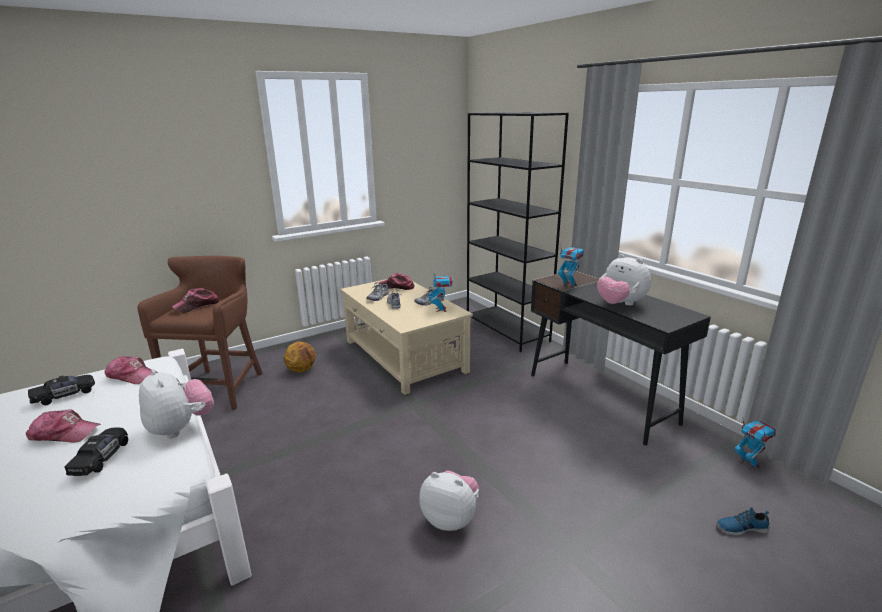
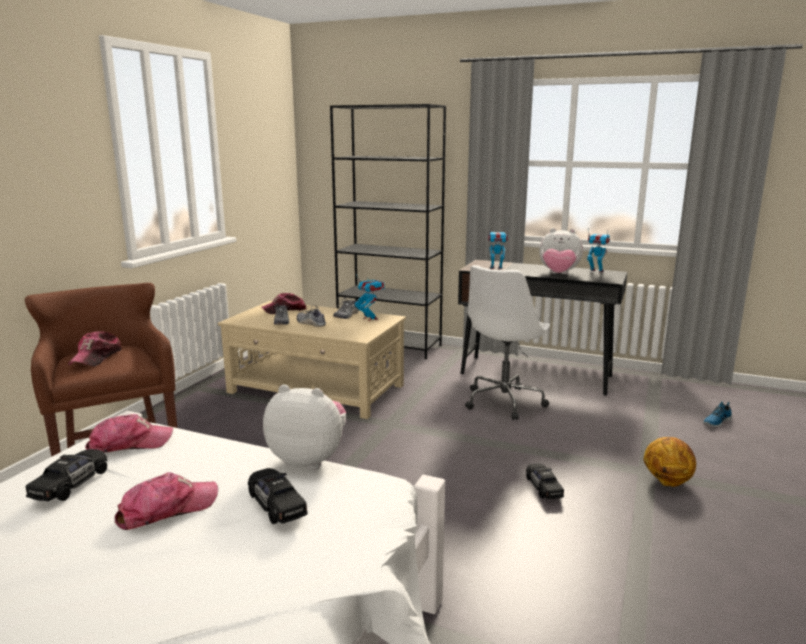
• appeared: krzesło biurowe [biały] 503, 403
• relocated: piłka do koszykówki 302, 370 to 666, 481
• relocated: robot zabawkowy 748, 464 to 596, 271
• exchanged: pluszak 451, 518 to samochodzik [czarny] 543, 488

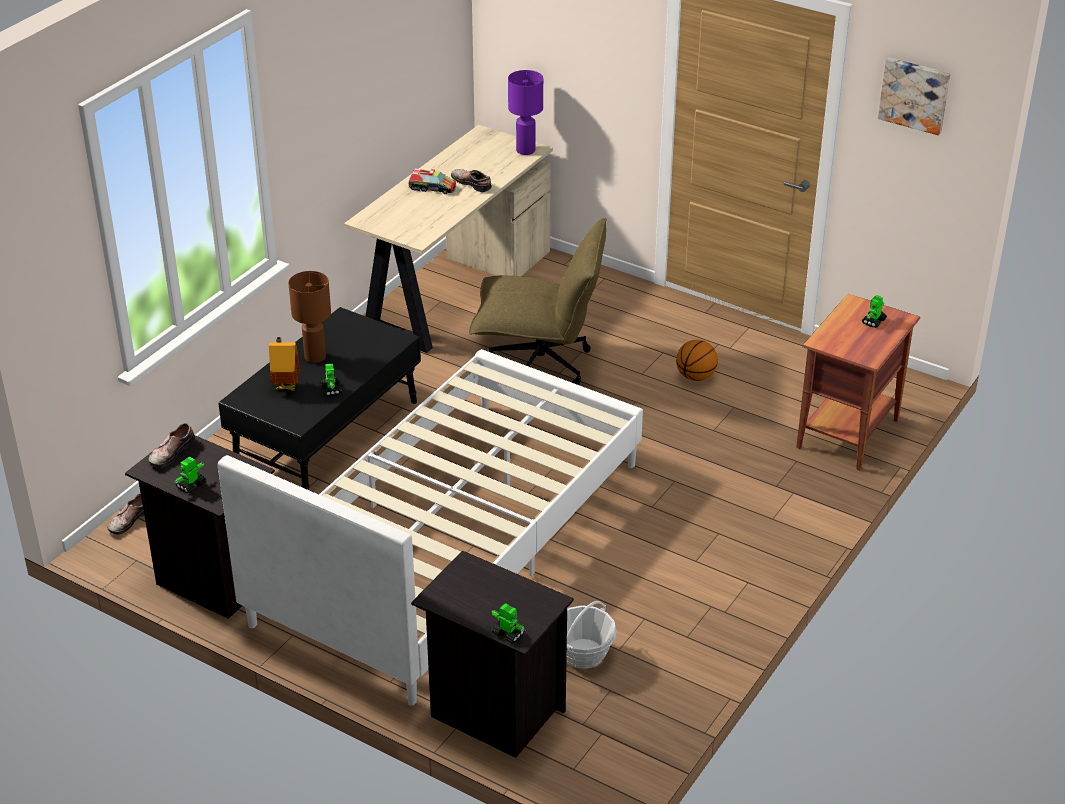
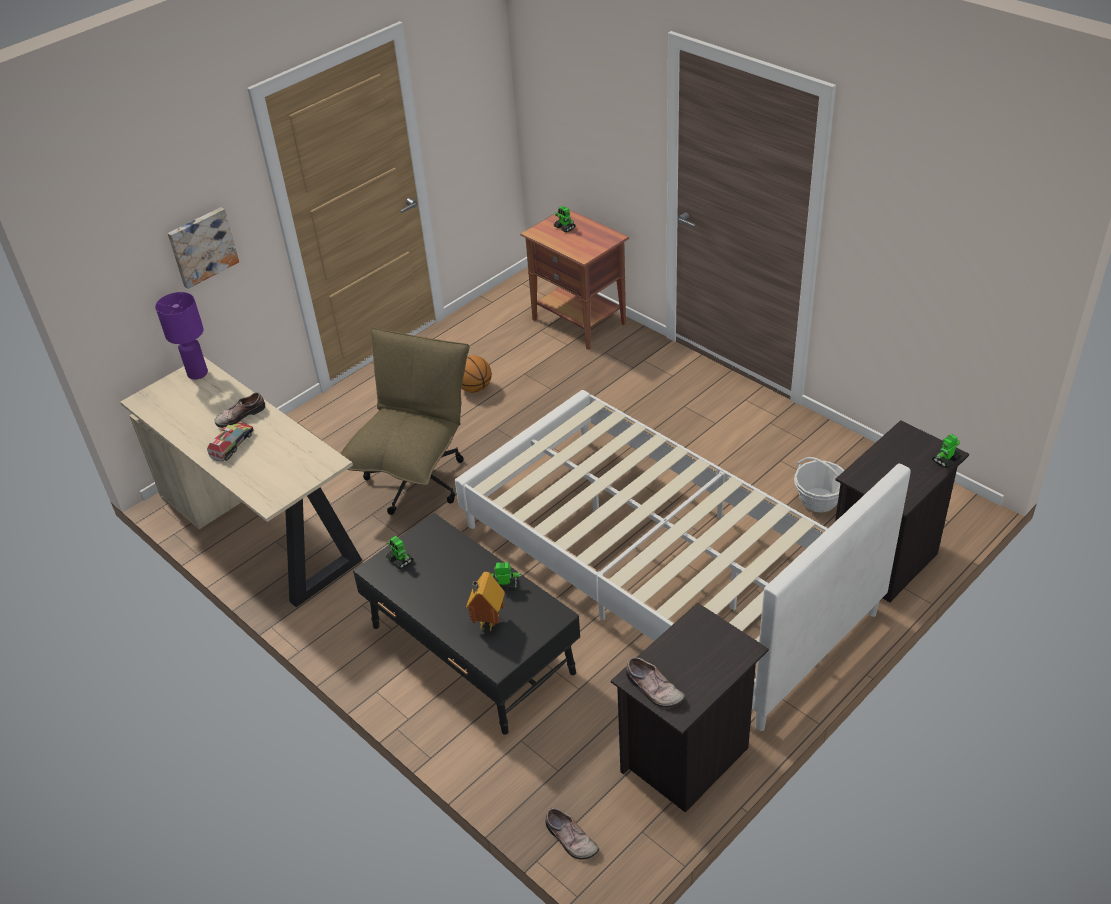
• missing: lampa stołowa [brązowy] 315, 357
• relocated: robot zabawkowy 191, 485 to 400, 560
• relocated: obraz 915, 94 to 202, 246

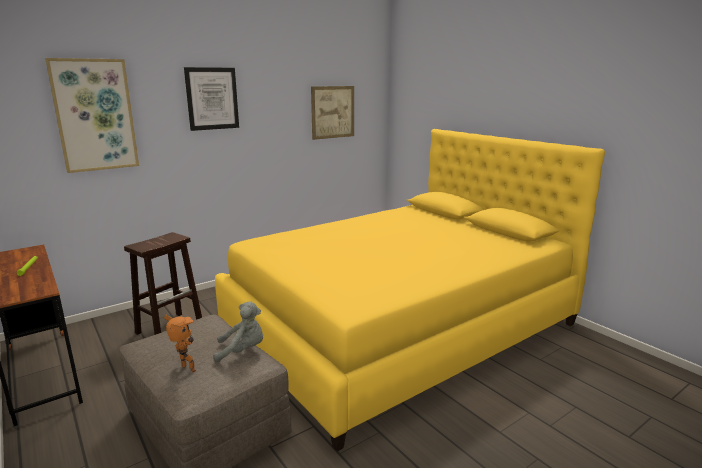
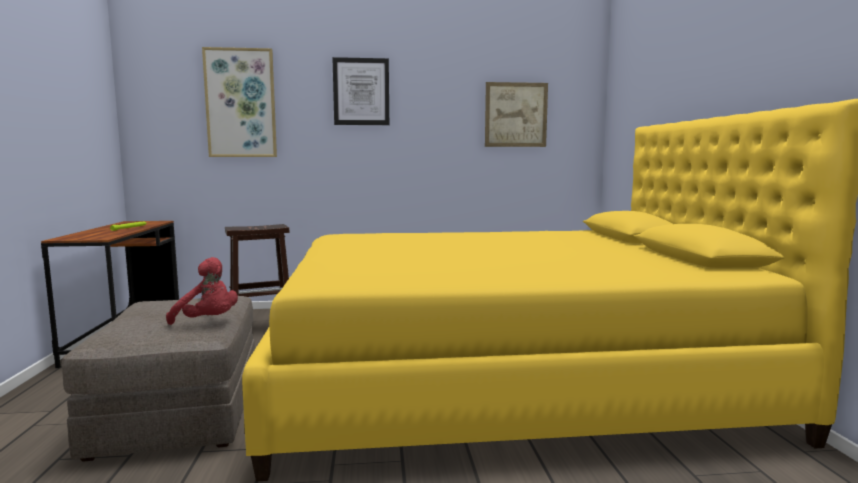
• missing: robot zabawkowy 186, 370
• colour: pluszak [szary] 243, 351 to pluszak [czerwony] 208, 322

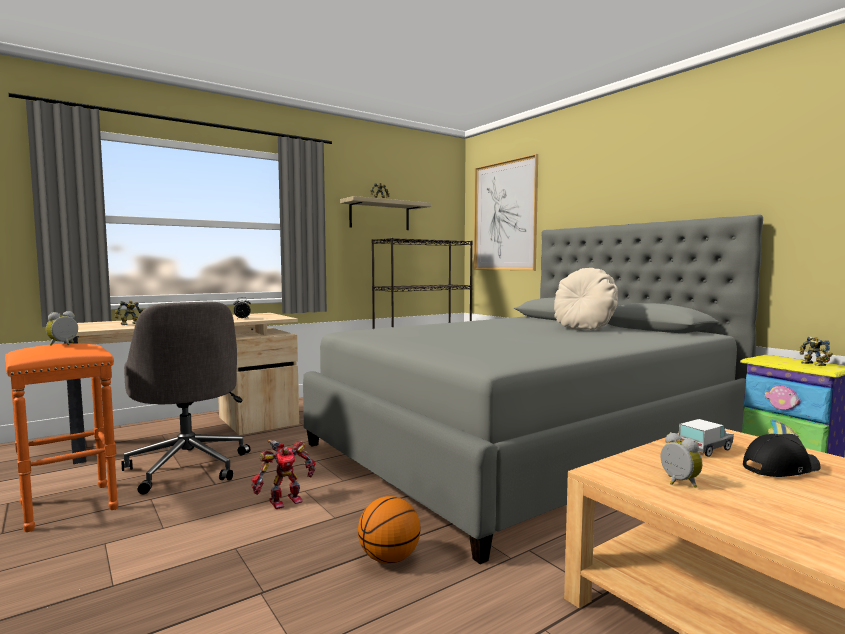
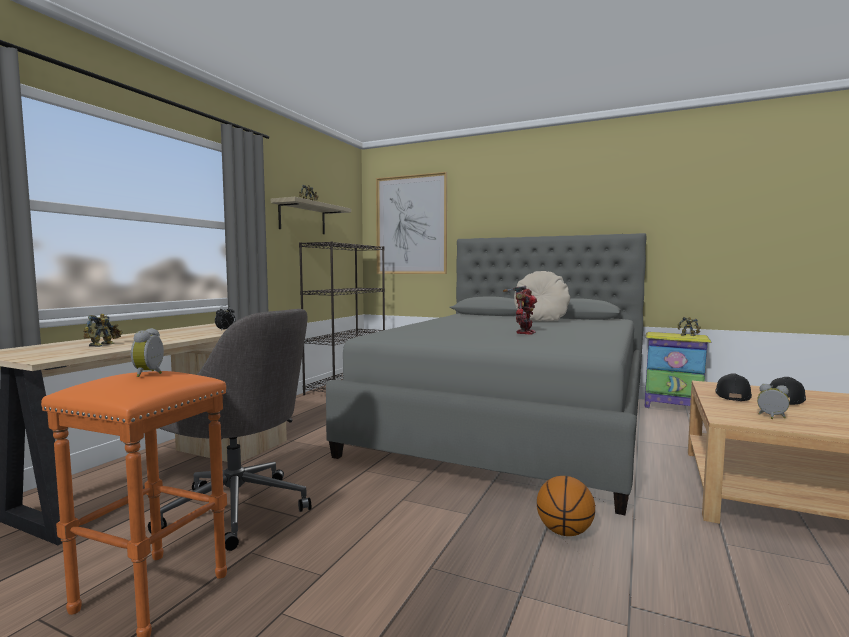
• relocated: robot zabawkowy 284, 500 to 524, 332
• exchanged: ciężarówka zabawkowa 705, 449 to czapka z daszkiem [czarny] 732, 395

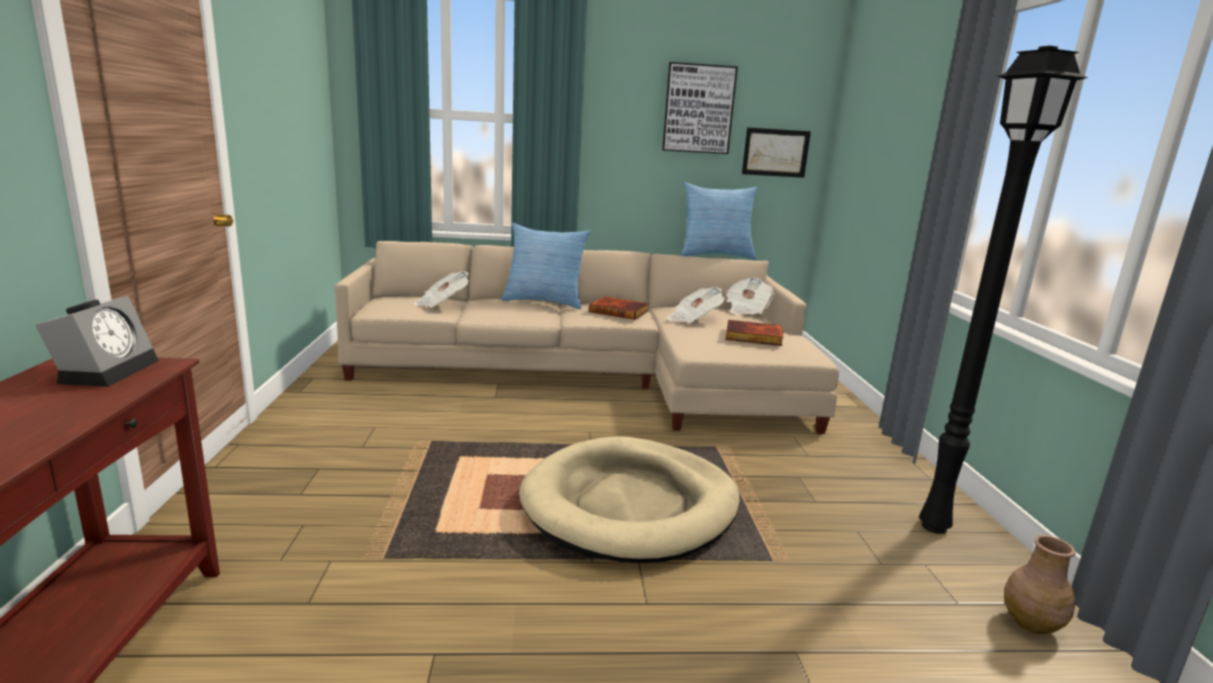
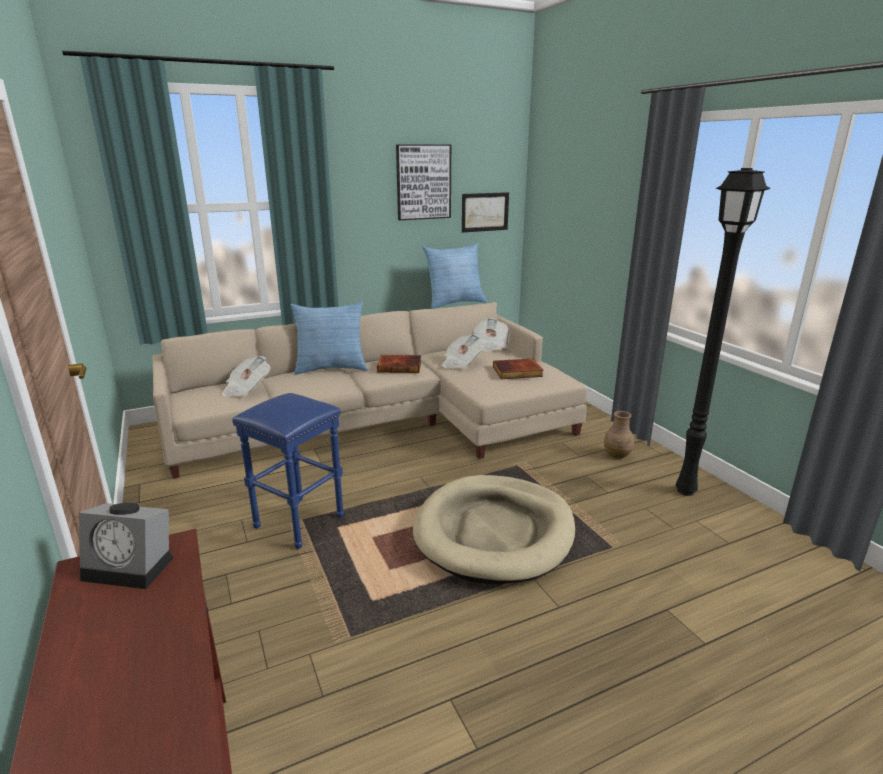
• appeared: stołek [niebieski] 299, 522
• relocated: wazon [brązowy] 1032, 624 to 617, 455
• spun: budzik 107, 370 = 133, 566 120 degrees clockwise

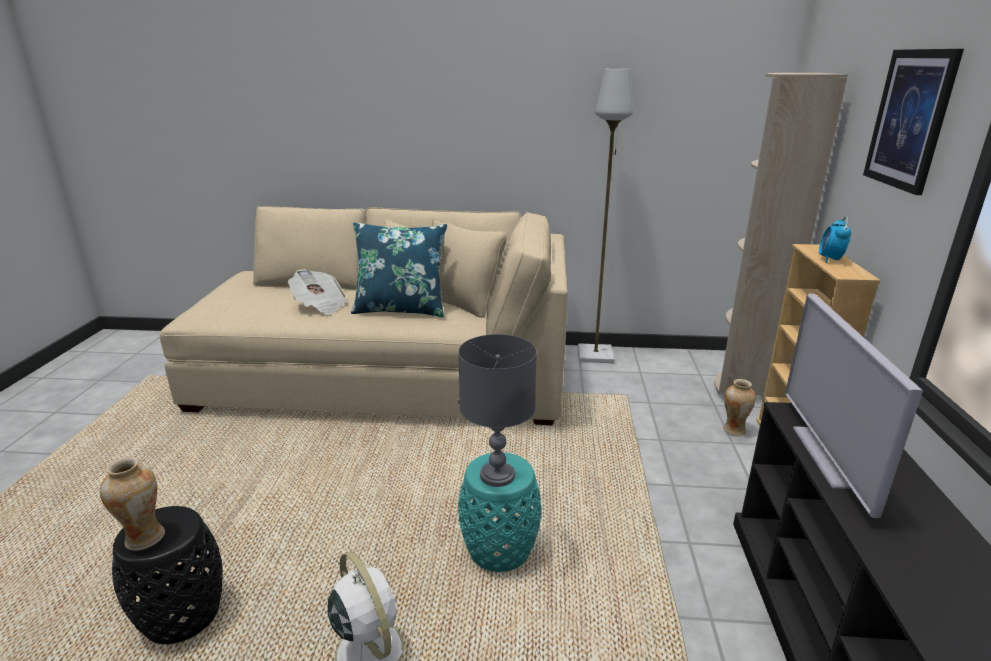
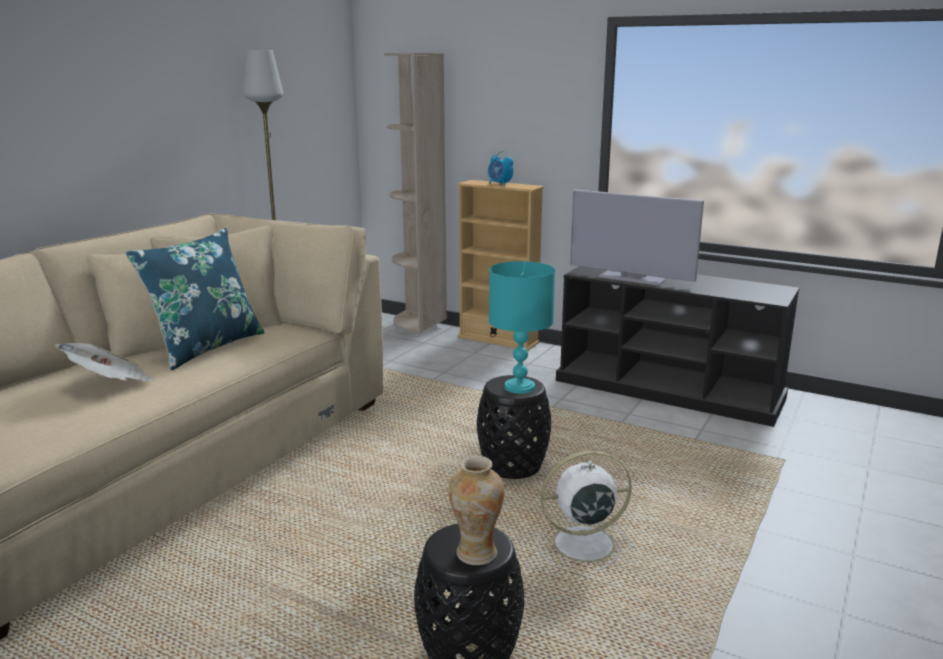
• missing: wazon 733, 430
• missing: obraz 910, 119
• colour: lampa stołowa [szary] 496, 475 to lampa stołowa [turkusowy] 519, 387
• colour: stołek [turkusowy] 499, 550 to stołek [czarny] 513, 466

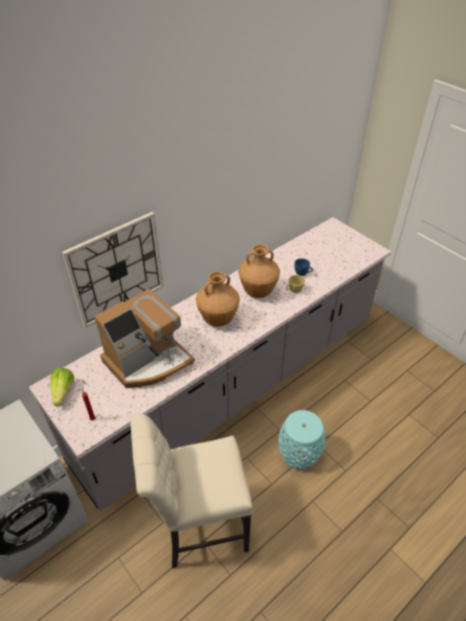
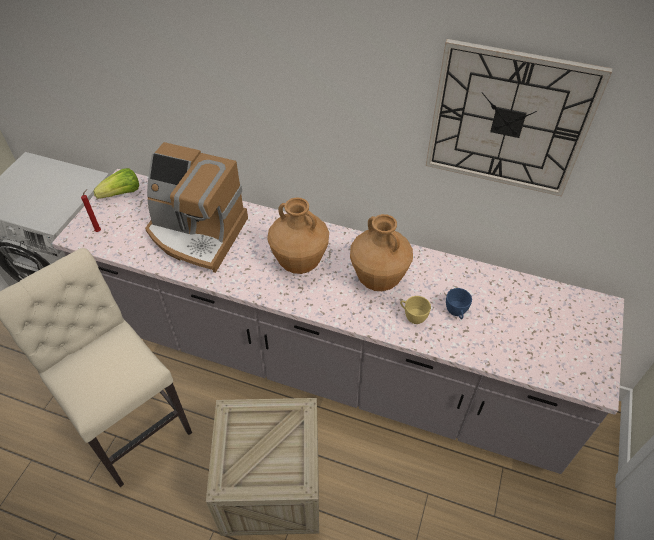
• relocated: zegar ścienny 116, 270 to 508, 120
• exchanged: stołek [turkusowy] 299, 454 to skrzynka 271, 485

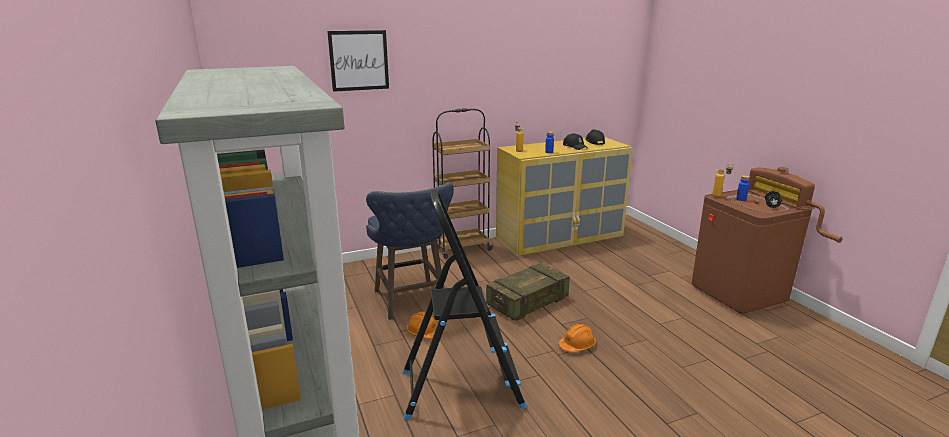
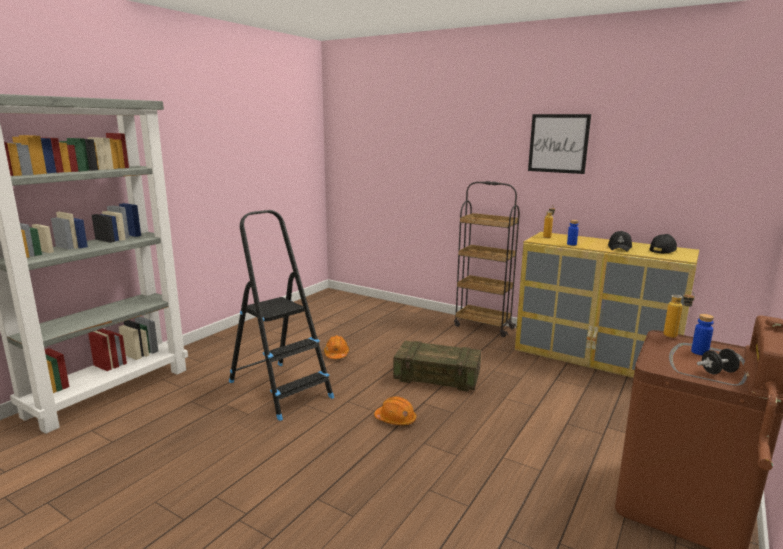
• missing: stołek [niebieski] 411, 301
• relocated: obraz 359, 60 to 558, 143

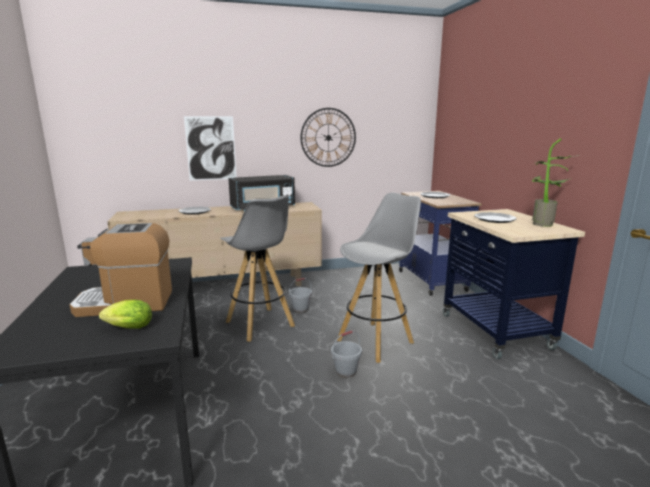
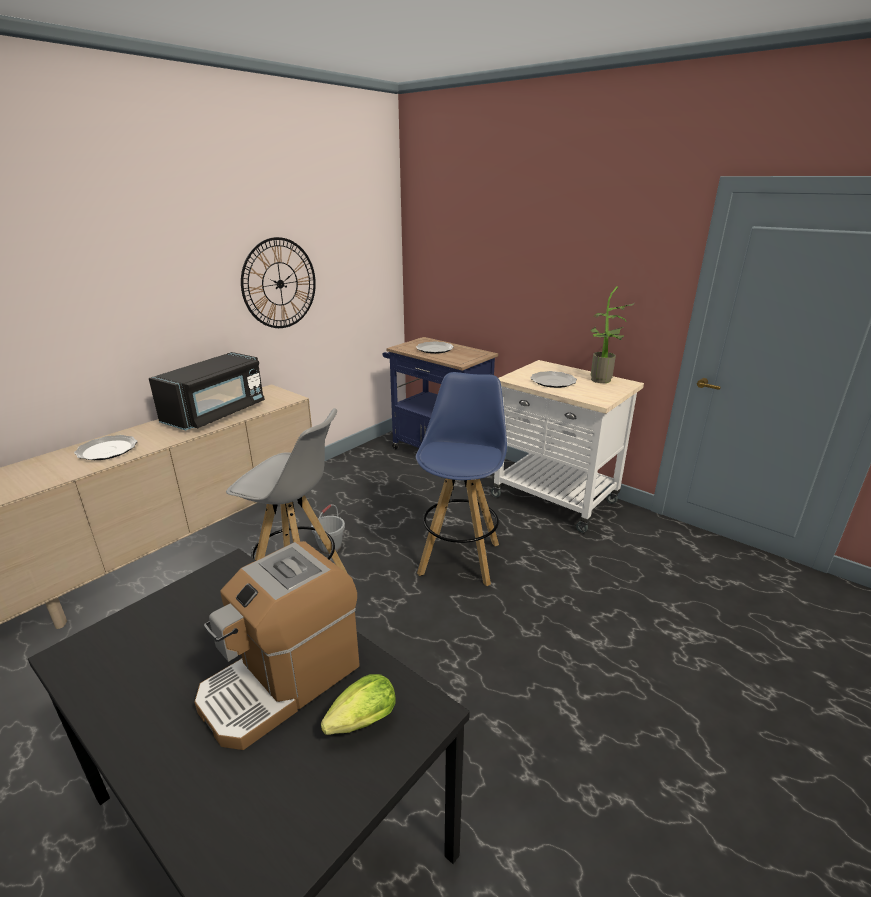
• missing: obraz 211, 148
• missing: wiadro [szary] 346, 371
• colour: stołek [szary] 376, 341 to stołek [niebieski] 460, 557
• colour: wózek [niebieski] 495, 332 to wózek [biały] 555, 500

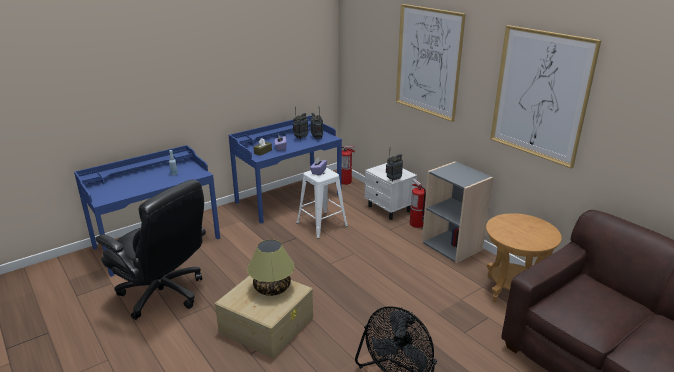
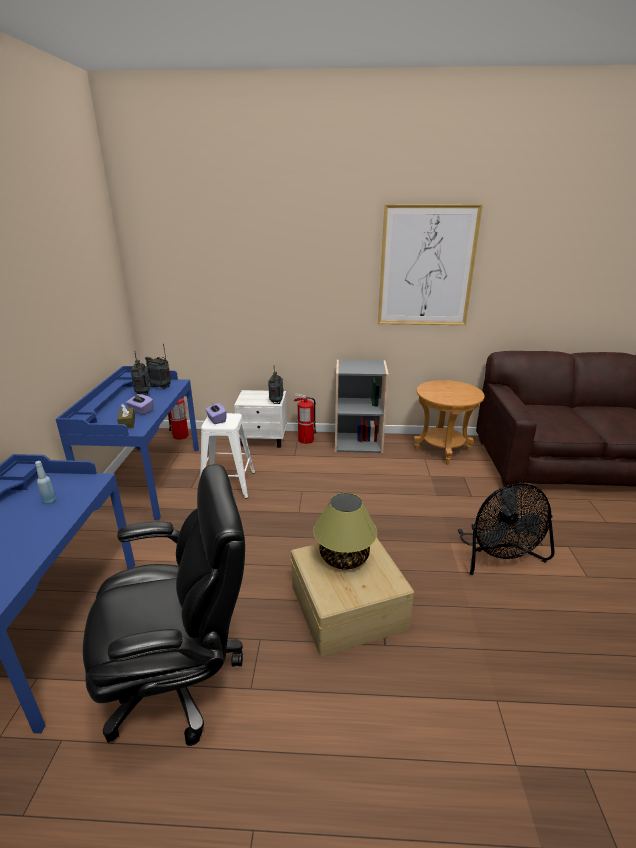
• missing: obraz 428, 61

